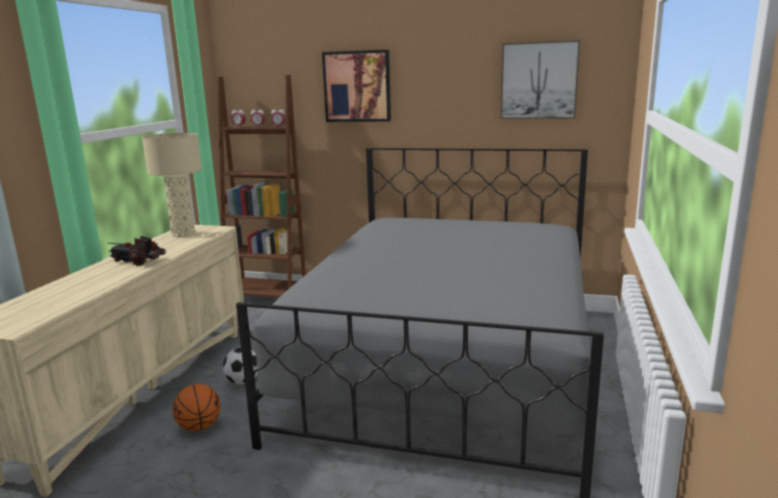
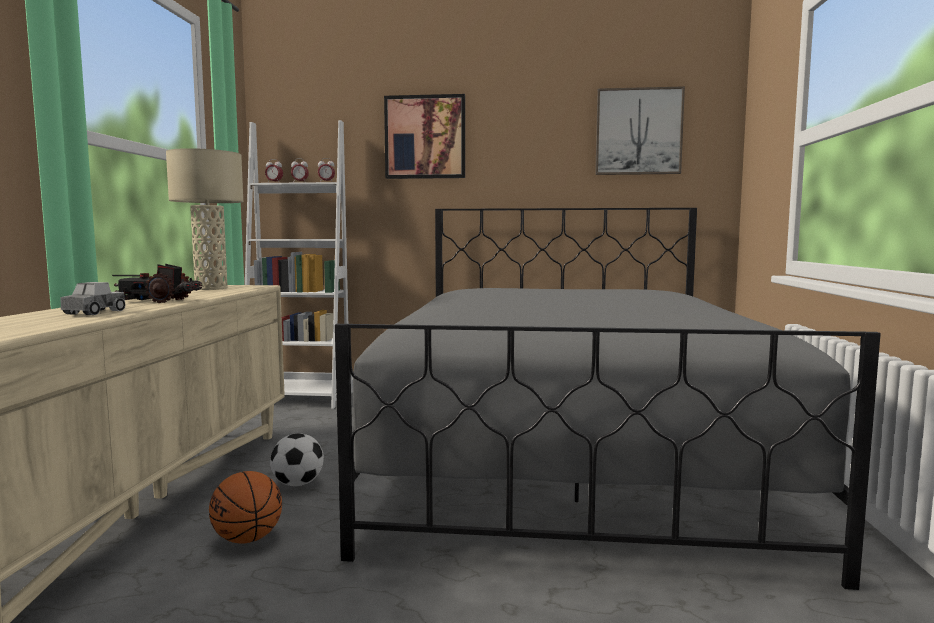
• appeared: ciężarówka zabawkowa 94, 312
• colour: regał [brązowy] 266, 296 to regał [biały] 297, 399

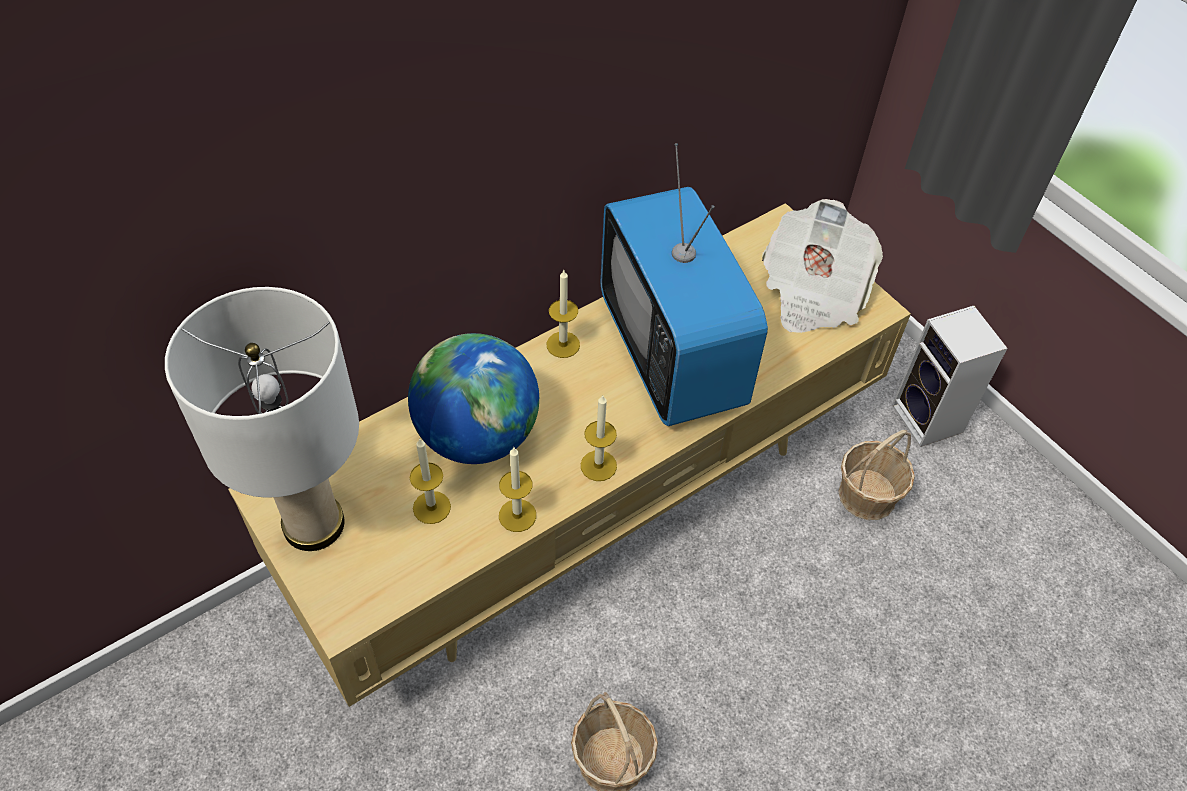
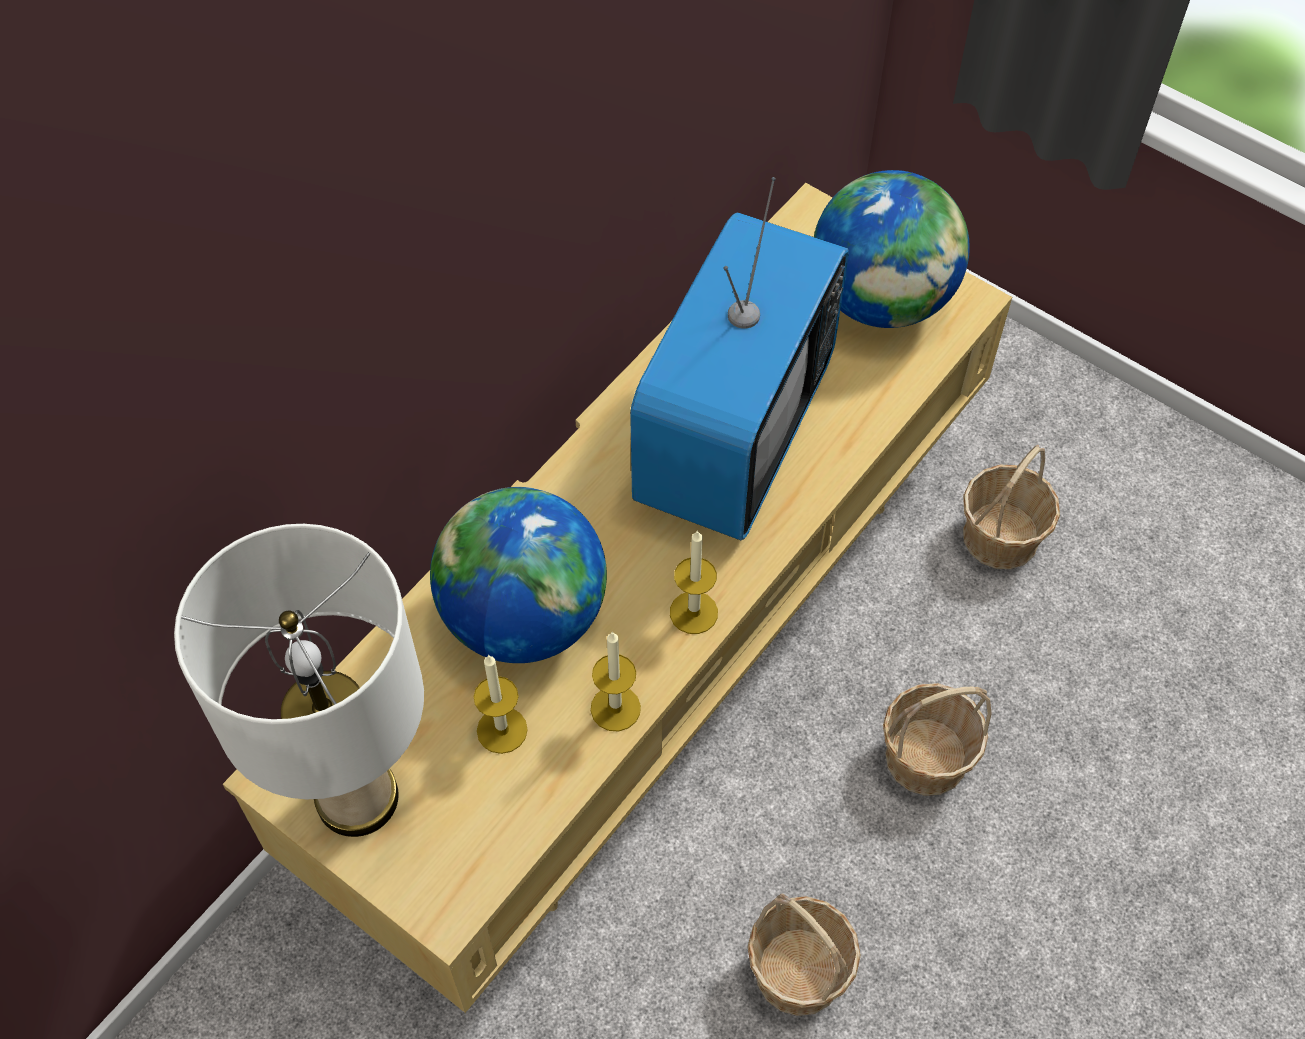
• missing: świeca 563, 344
• missing: głośnik 930, 420
• appeared: koszyk 925, 757
• exchanged: gazeta 813, 291 to globus 881, 299
• spun: telewizor 672, 353 = 733, 434 120 degrees counterclockwise

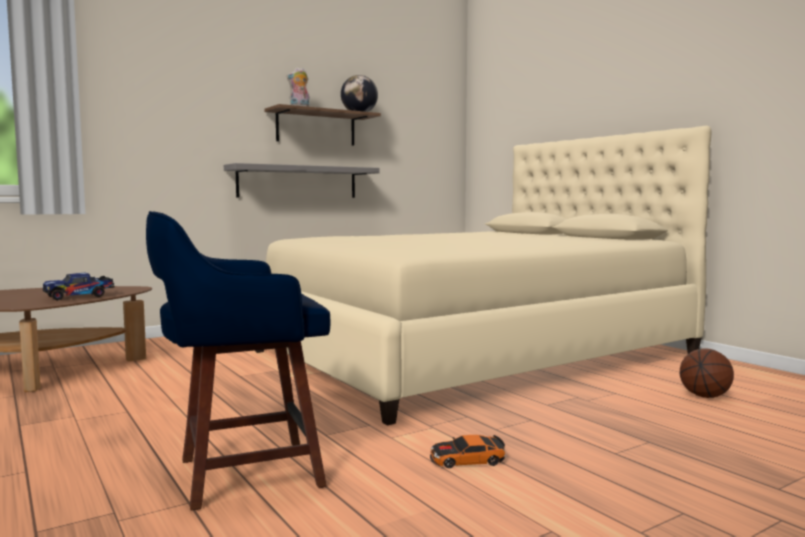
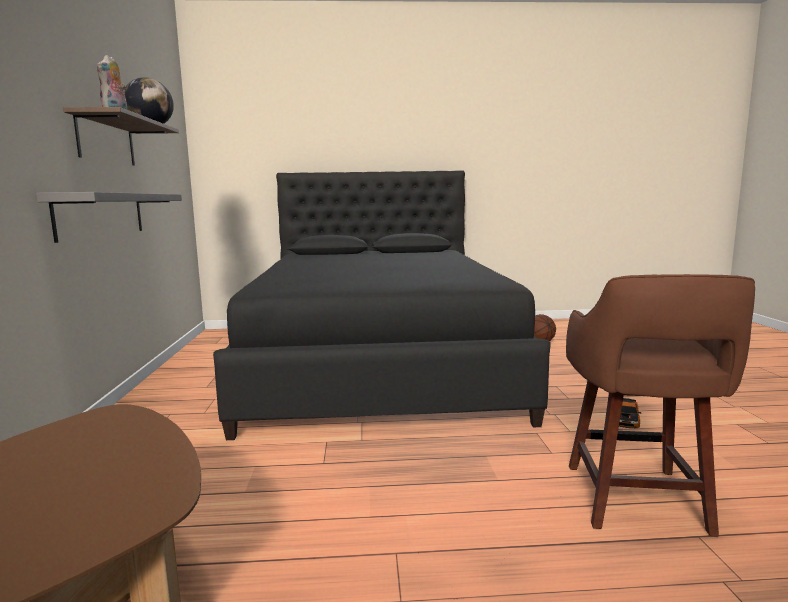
• missing: ciężarówka zabawkowa 80, 297
• colour: stołek [niebieski] 242, 474 to stołek [brązowy] 636, 502
• colour: łóżko [beżowy] 475, 352 to łóżko [czarny] 379, 363

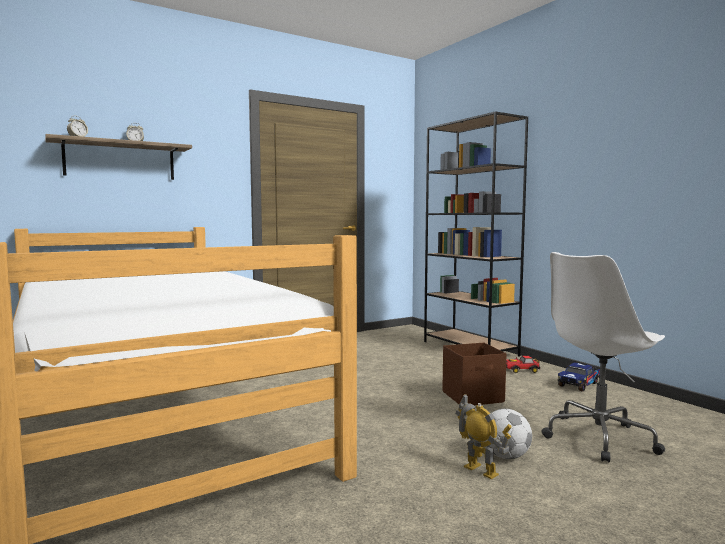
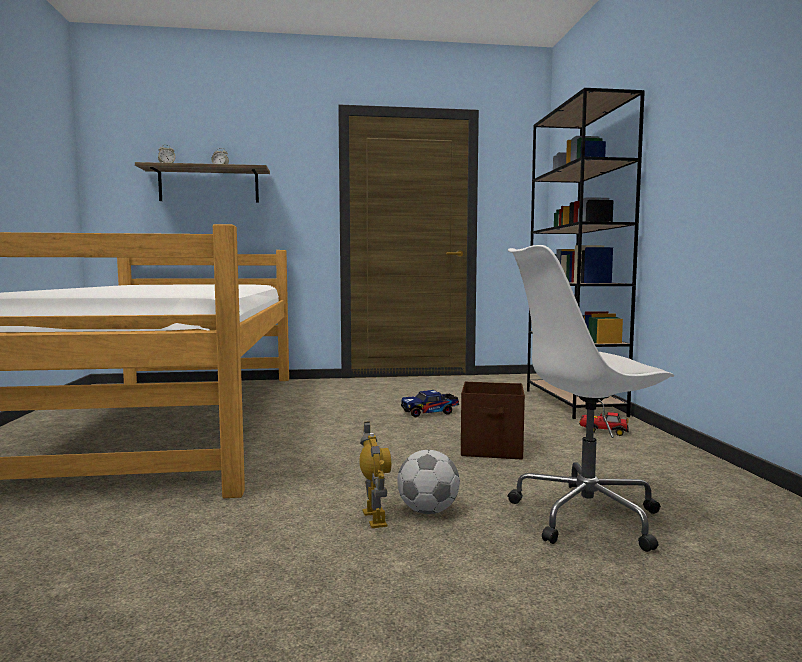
• relocated: ciężarówka zabawkowa 579, 384 to 430, 413

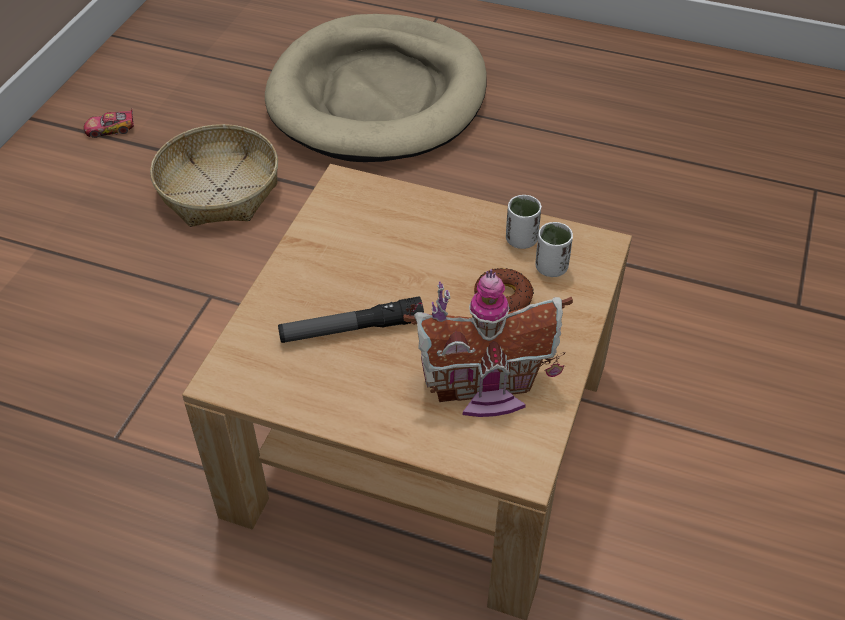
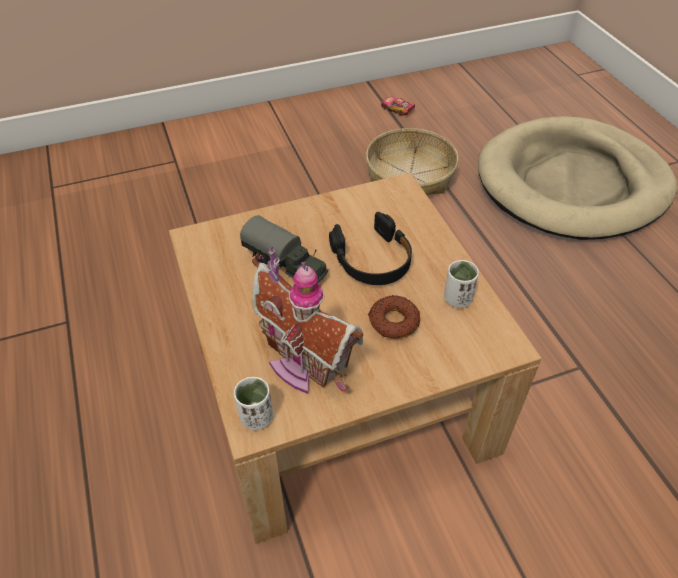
• appeared: słuchawki [czarny] 372, 259
• relocated: filiżanka [biały] 551, 268 to 256, 417
• exchanged: latarka 351, 329 to ciężarówka zabawkowa 286, 266

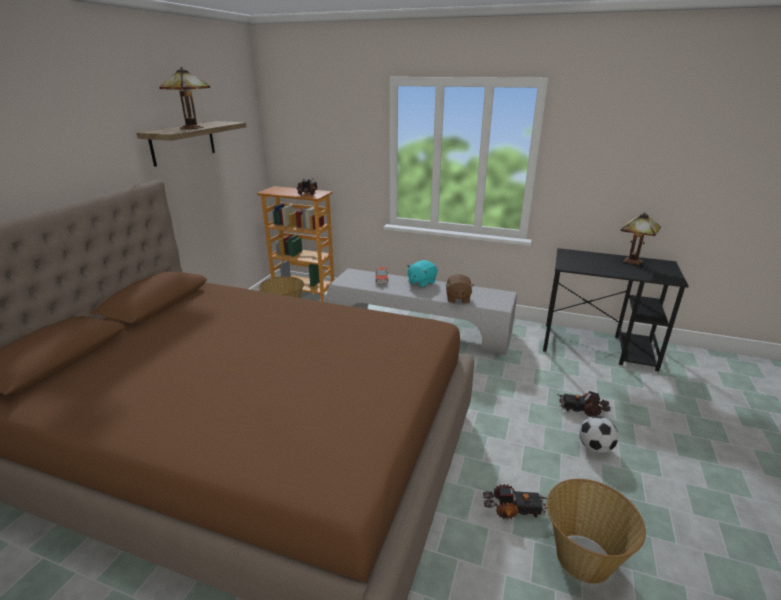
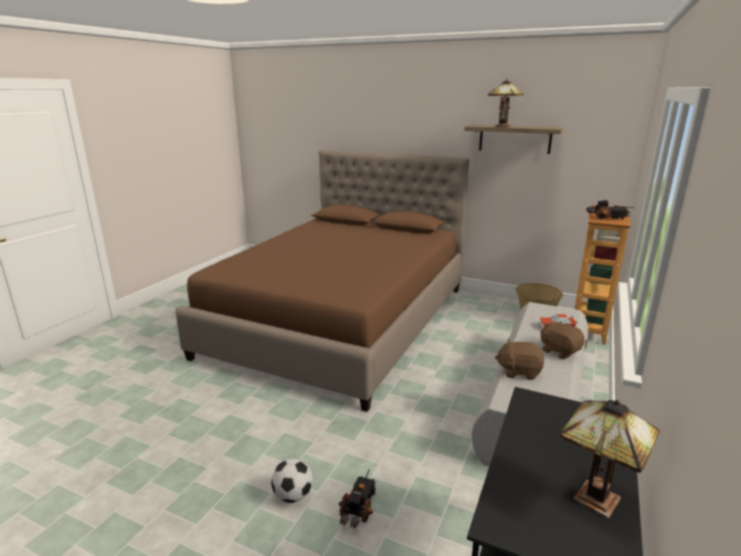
• missing: ciężarówka zabawkowa 514, 509
• missing: koszyk 582, 557
• colour: pluszak [turkusowy] 421, 282 to pluszak [brązowy] 559, 351

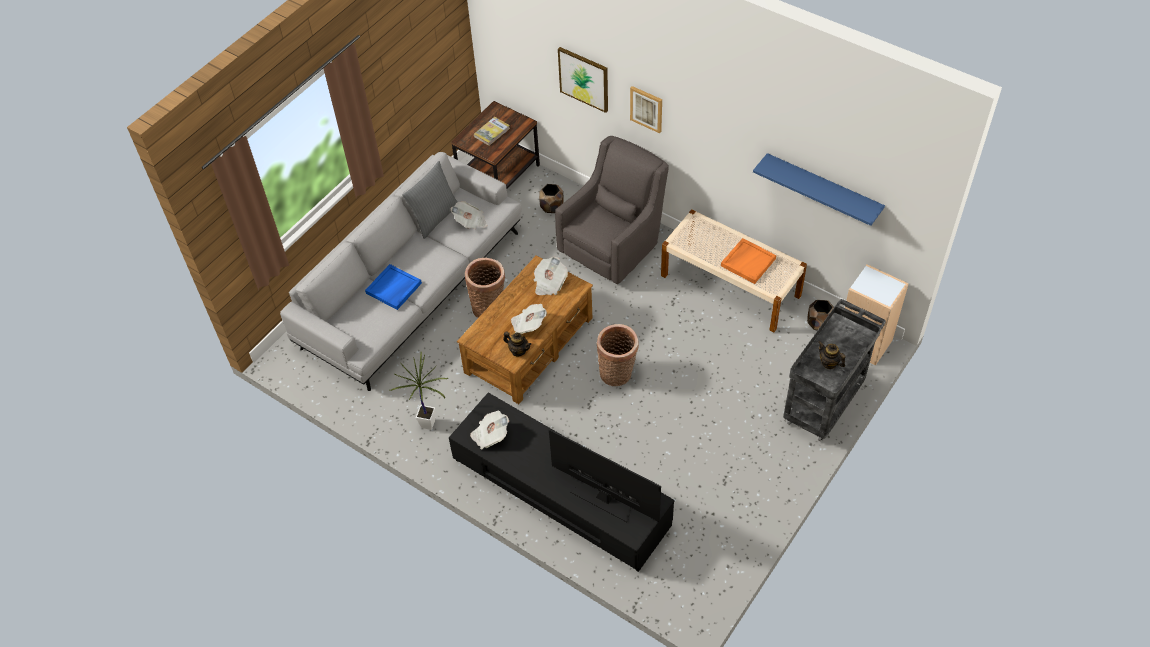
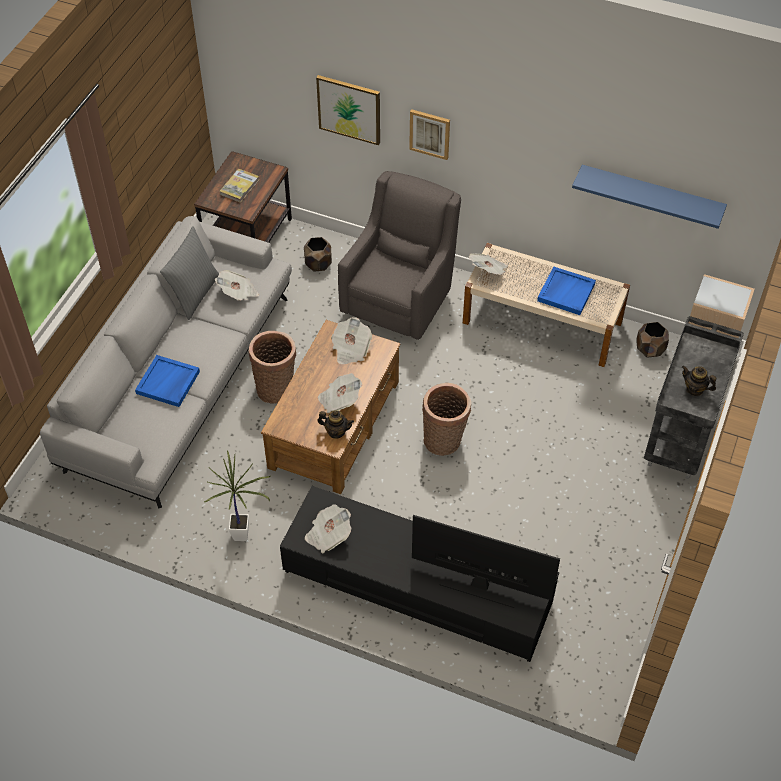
• appeared: gazeta 488, 271
• colour: taca [pomarańczowy] 748, 262 to taca [niebieski] 566, 292

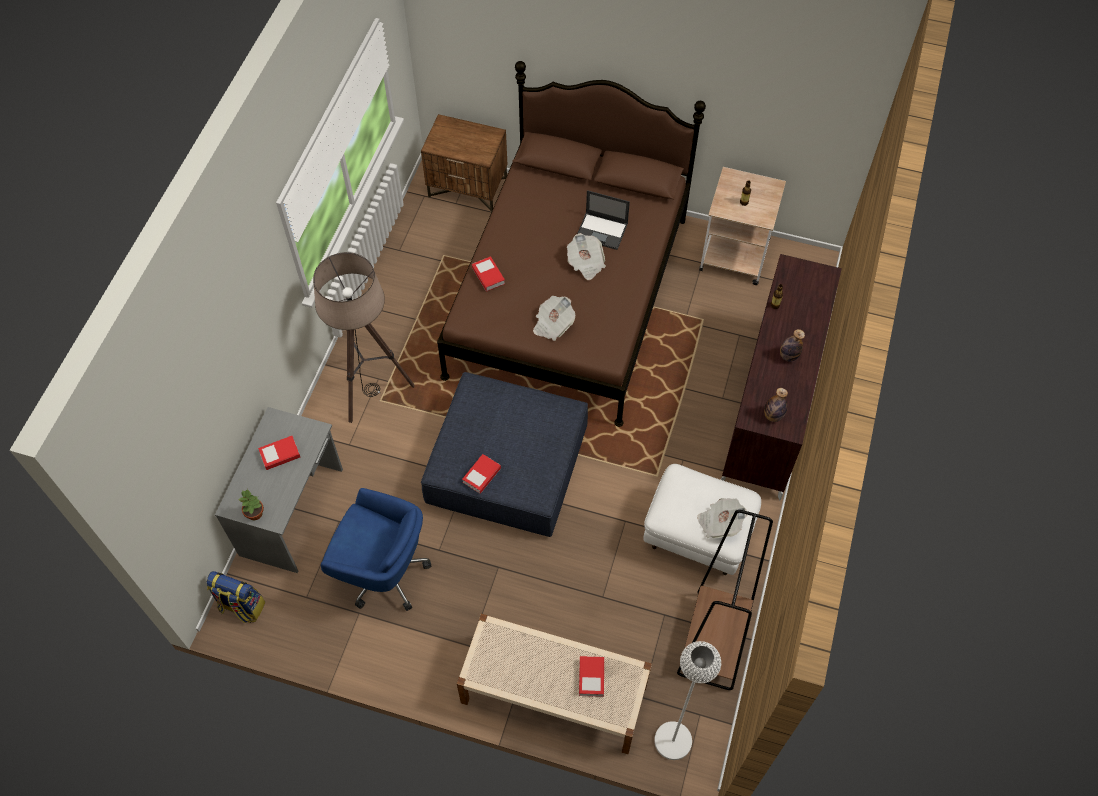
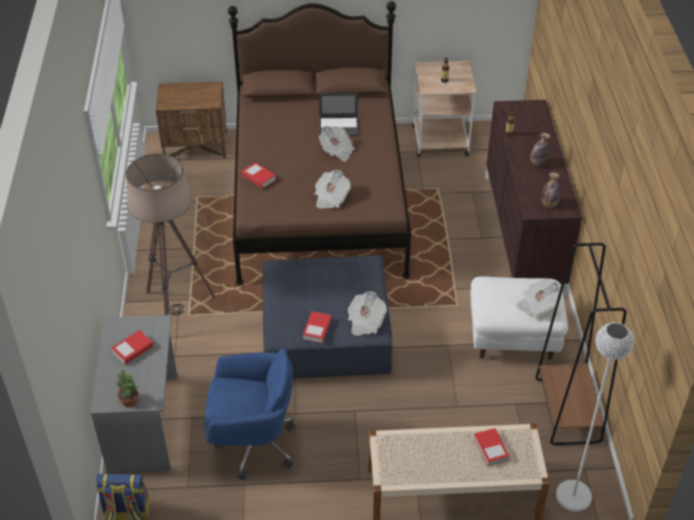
• appeared: gazeta 365, 322

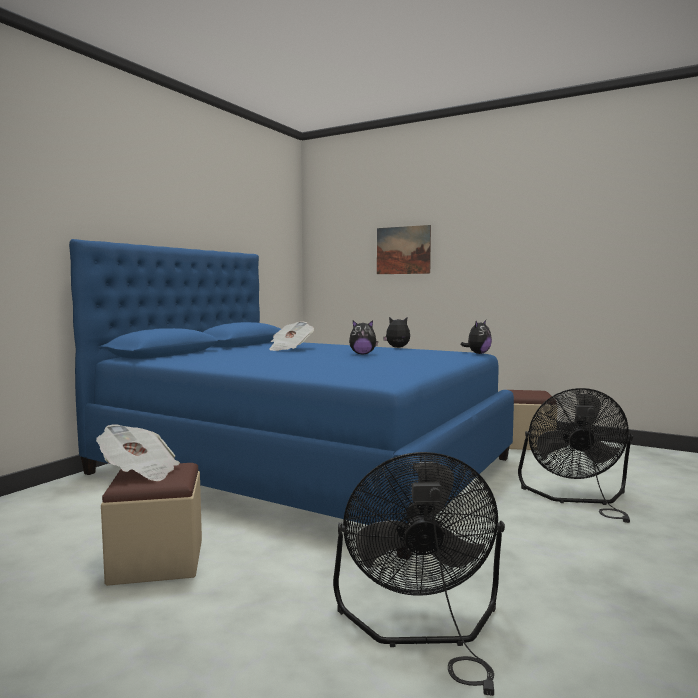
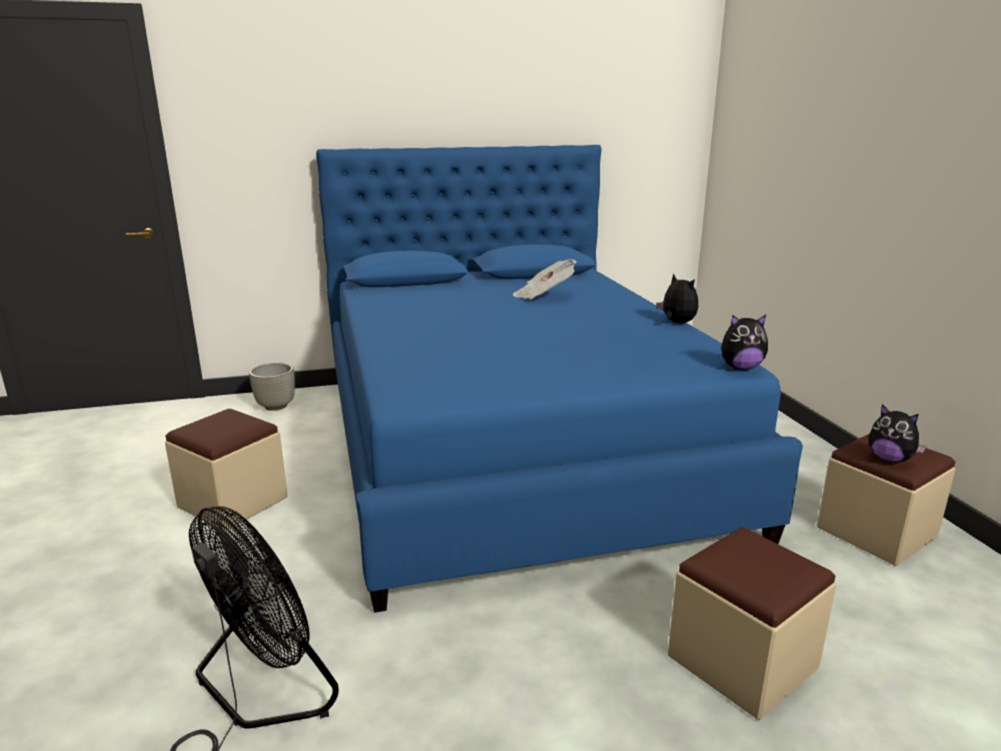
• missing: gazeta 140, 472
• missing: obraz 403, 250
• appeared: donica [szary] 275, 406
• relocated: pluszak 362, 354 to 890, 459
• exchanged: wentylator [czarny] 582, 498 to pufa [beżowy] 742, 662

